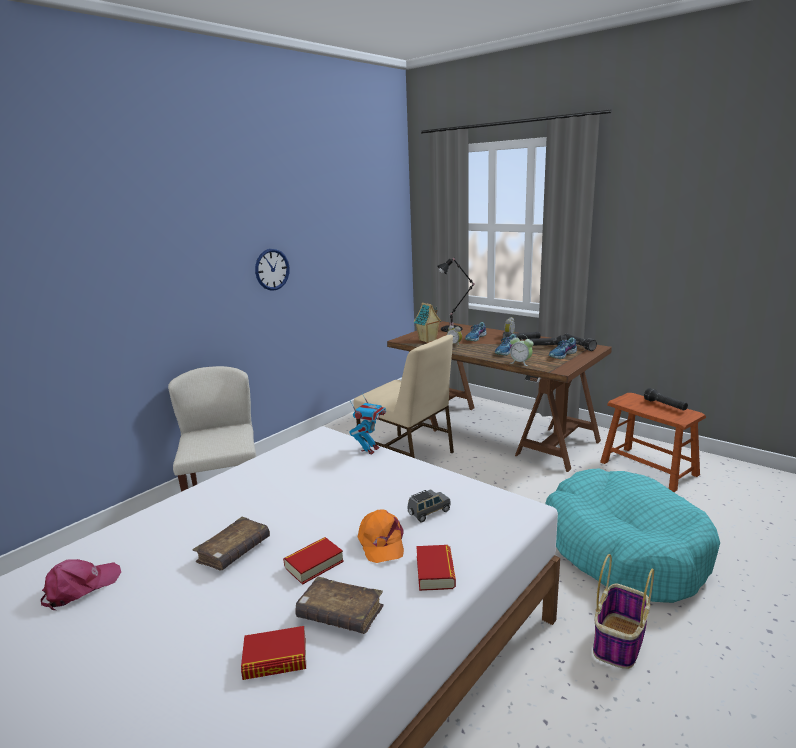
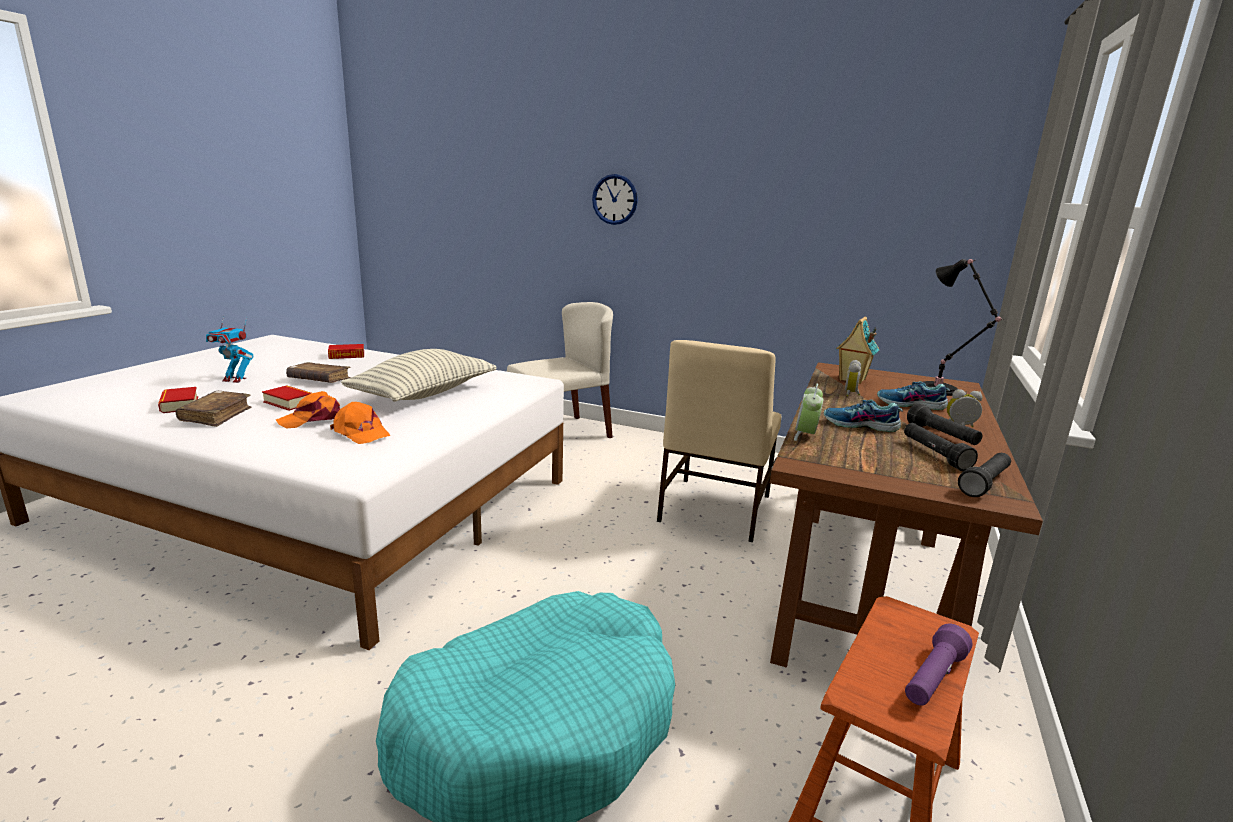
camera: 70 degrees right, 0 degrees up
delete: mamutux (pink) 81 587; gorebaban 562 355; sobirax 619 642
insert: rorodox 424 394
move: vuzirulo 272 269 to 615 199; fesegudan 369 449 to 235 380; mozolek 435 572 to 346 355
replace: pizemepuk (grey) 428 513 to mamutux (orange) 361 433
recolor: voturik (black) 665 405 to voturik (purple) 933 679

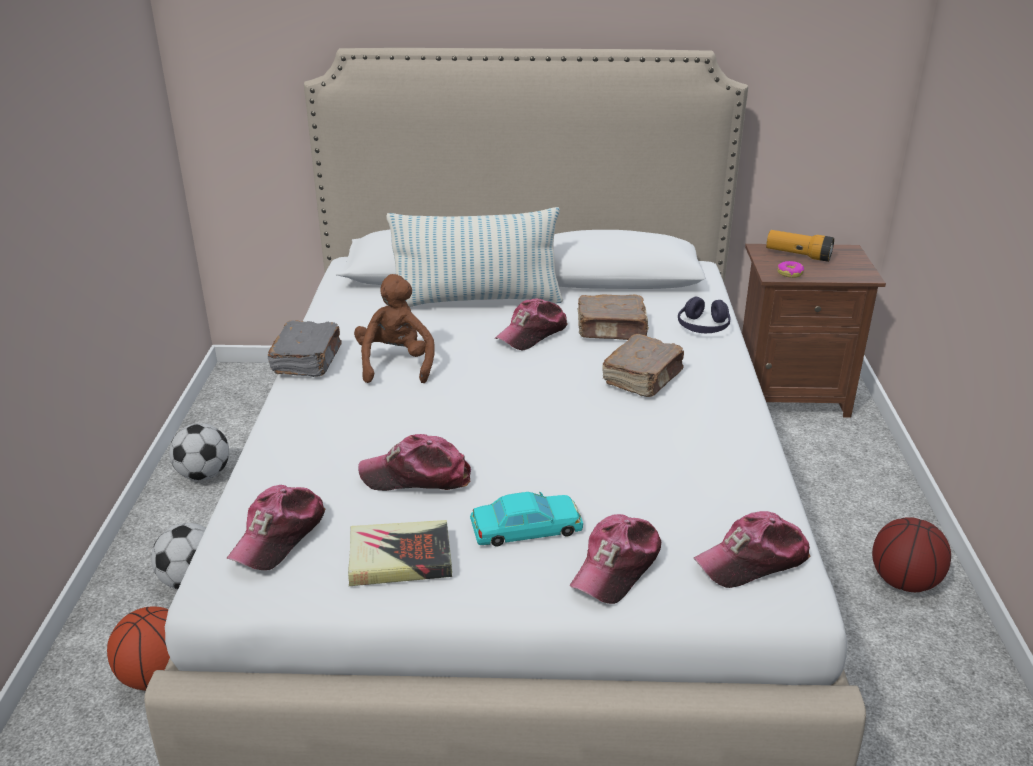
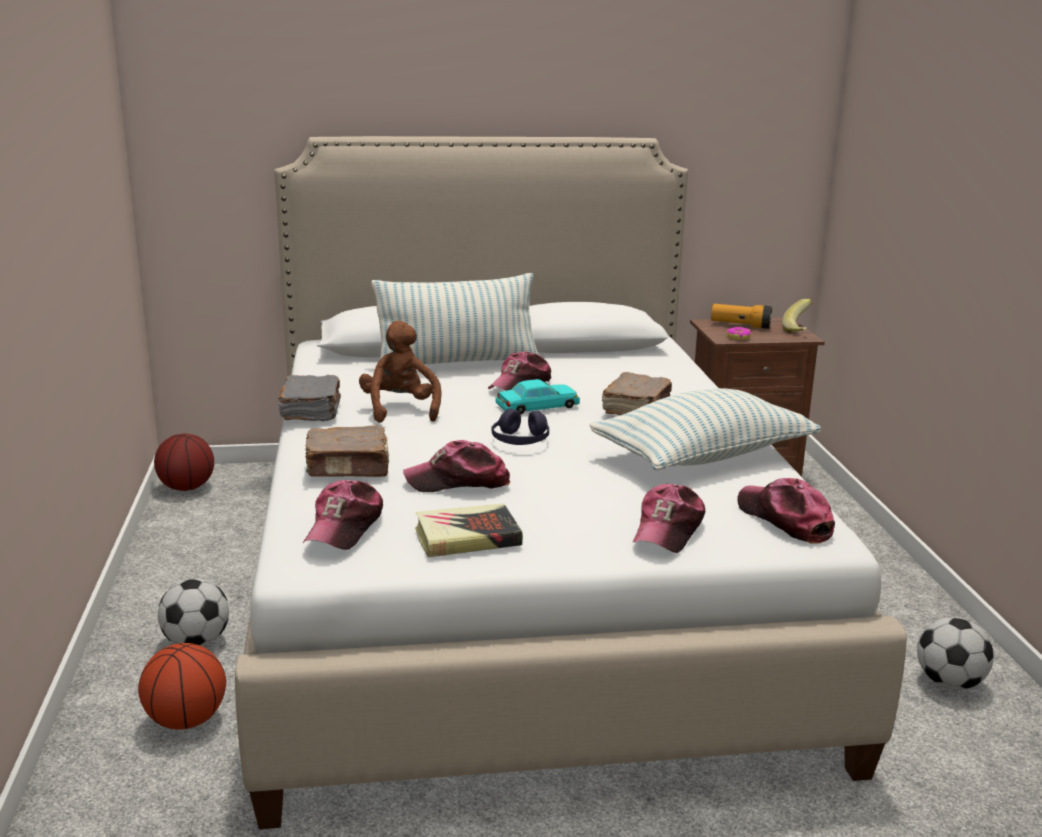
camera: 10 degrees left, 10 degrees down
insert: rorodox 703 456; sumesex 800 330
move: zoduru 204 474 to 949 683; pizemepuk (turquoise) 527 527 to 538 406; mozolek (brown) 612 330 to 349 468; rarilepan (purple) 703 327 to 520 441; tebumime 903 581 to 186 487
rotate: mamutux 752 560 = 784 520 90 degrees clockwise

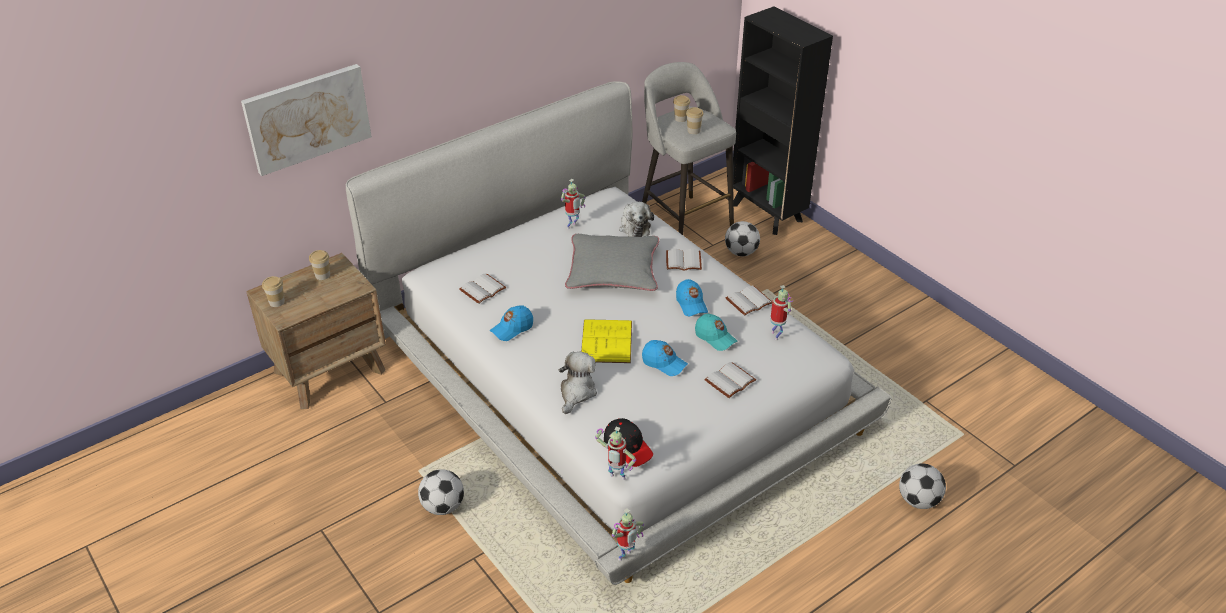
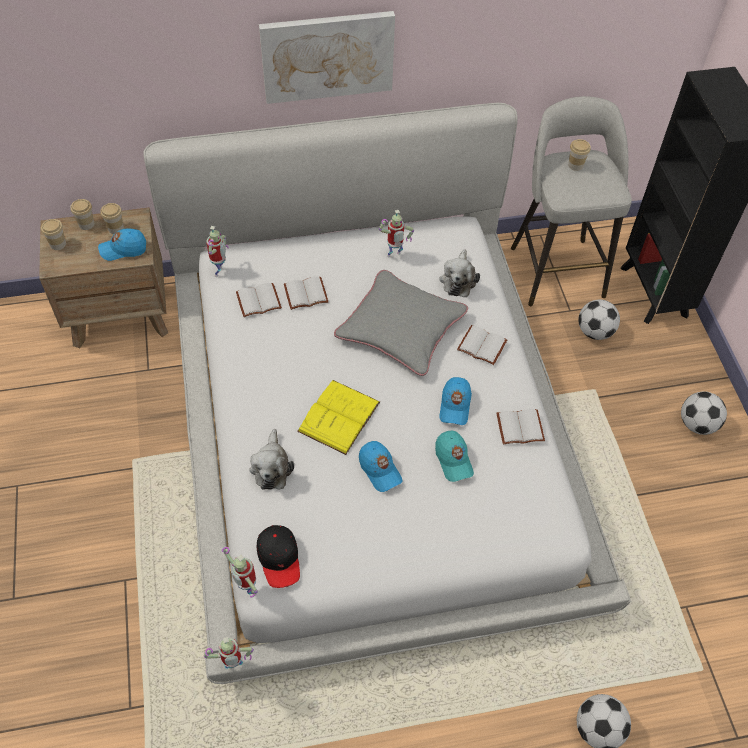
camera: 25 degrees right, 15 degrees up
move: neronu 307 118 to 327 56; zoduru 443 506 to 697 424; mamutux (blue) 512 328 to 123 249; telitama 693 130 to 86 224; mozolek (white) 730 382 to 305 295; fesegudan 776 335 to 220 272
rotate: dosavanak 576 392 = 271 467 135 degrees clockwise

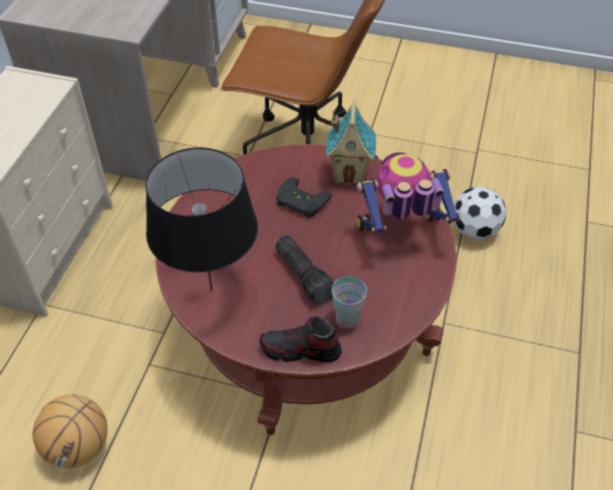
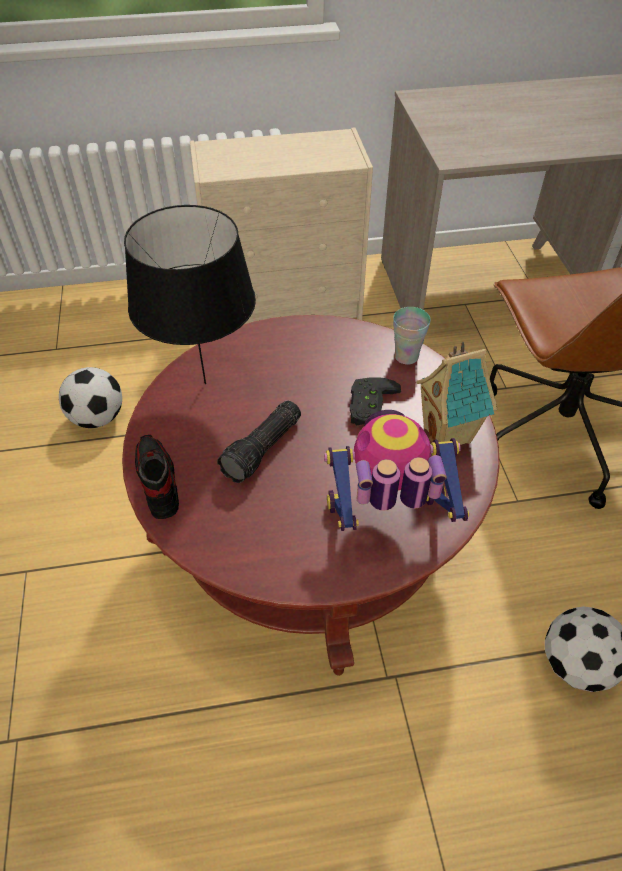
camera: 65 degrees right, 0 degrees up
move: telitama 347 318 to 406 356
replace: tebumime 79 447 to zoduru 98 418
rotate: fesegudan 400 231 = 387 517 60 degrees counterclockwise

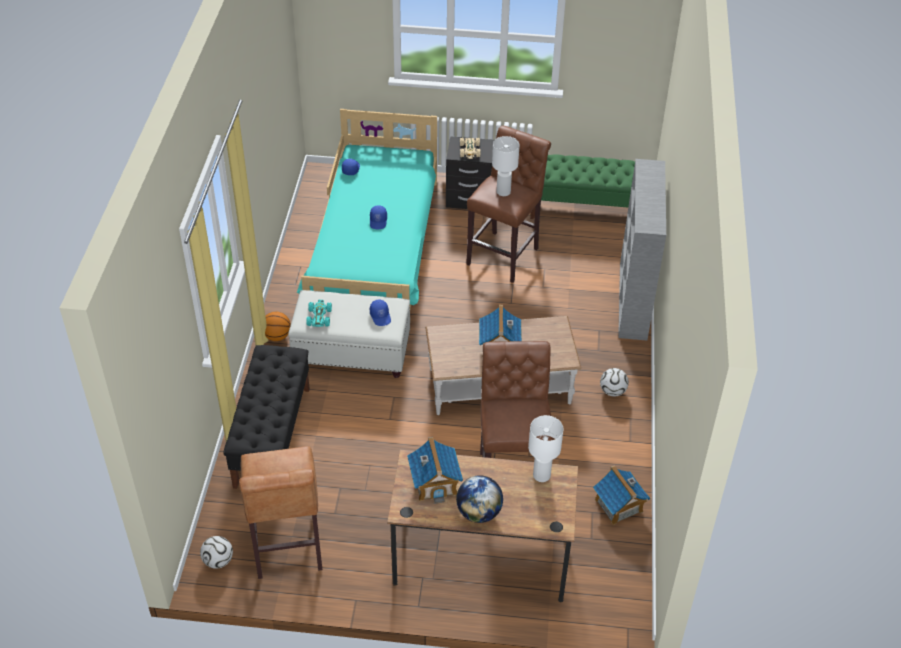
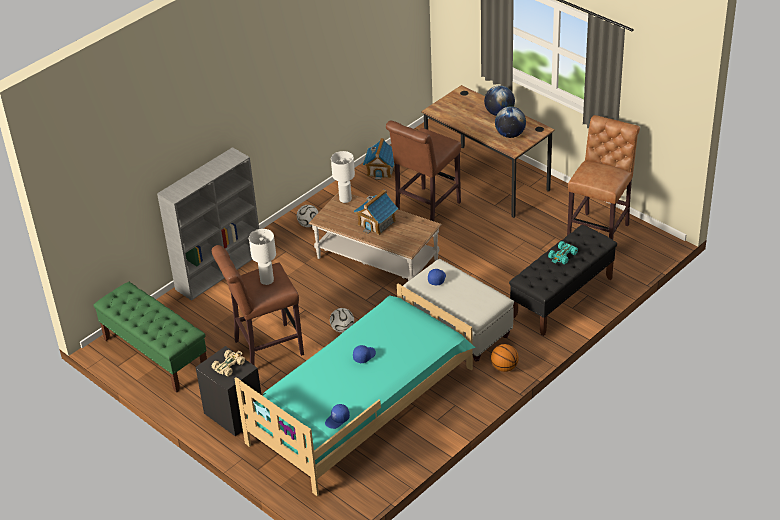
camera: 140 degrees left, 5 degrees down
move: zoduru 218 561 to 342 329; pizemepuk (turquoise) 319 317 to 562 256; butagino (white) 541 476 to 345 199
replace: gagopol 435 482 to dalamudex 510 135

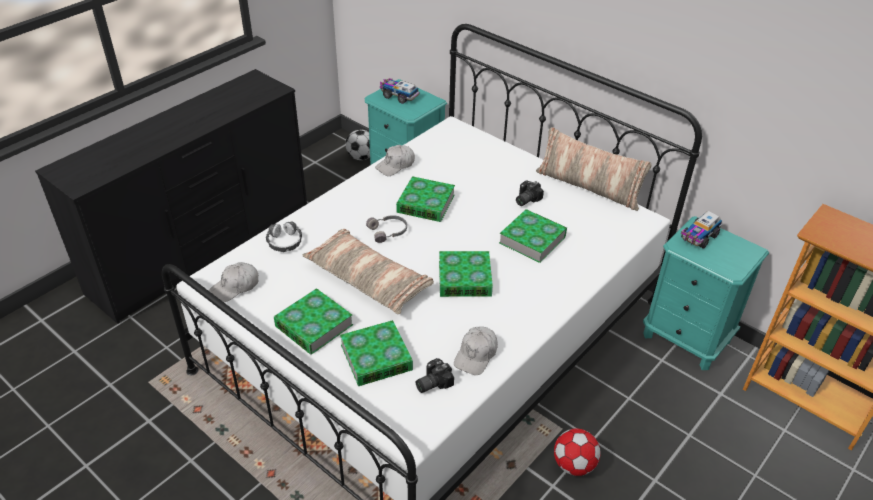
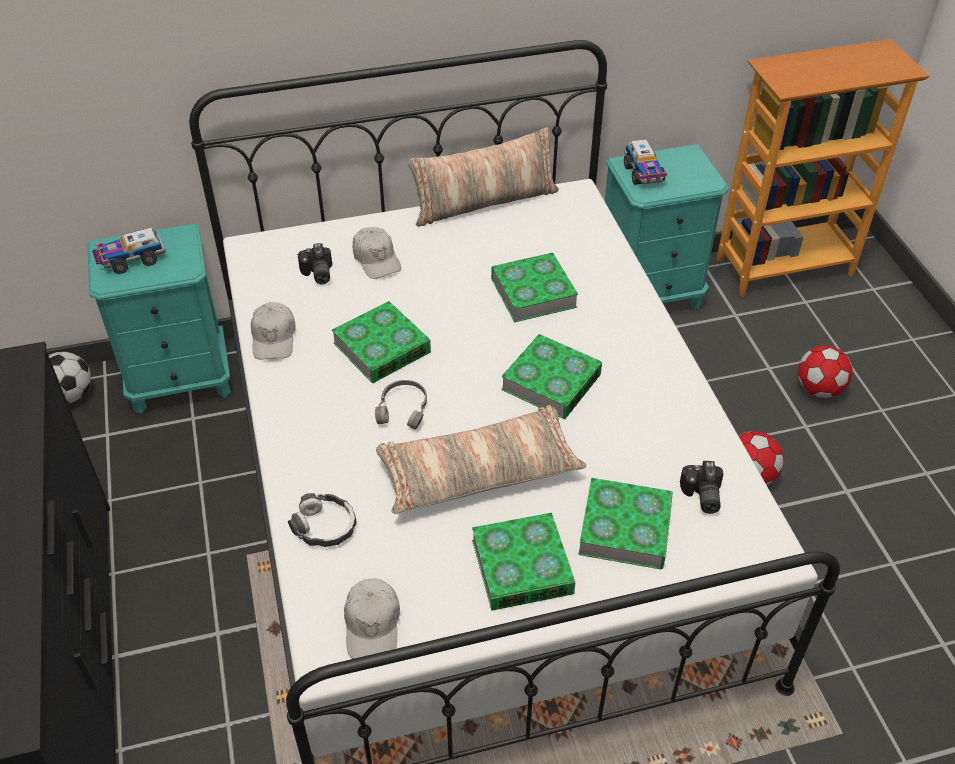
camera: 55 degrees left, 5 degrees up
insert: zoduru 818 389
move: mamutux (white) 476 355 to 376 259; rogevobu 525 199 to 317 274

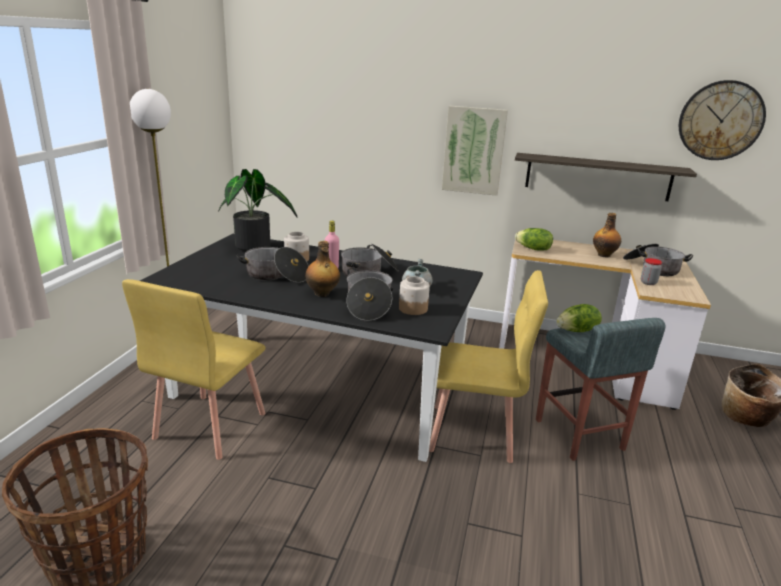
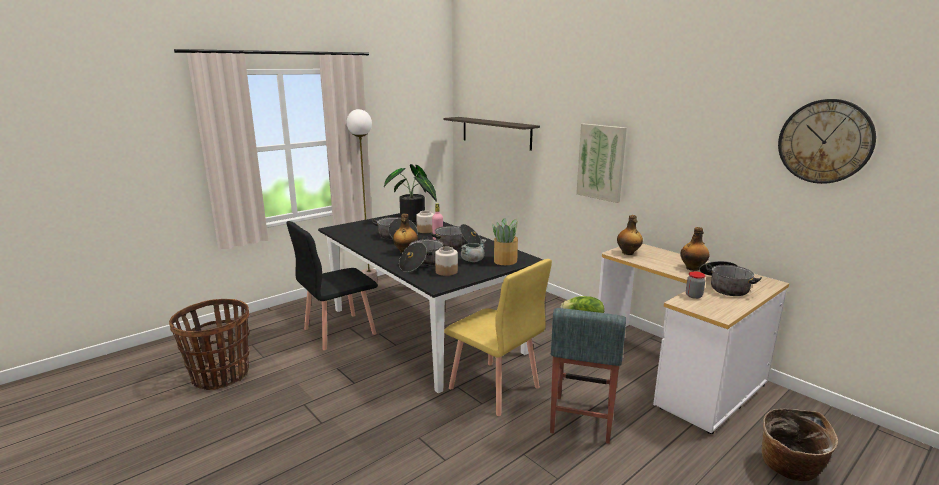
camera: 35 degrees right, 5 degrees down
insert: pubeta 506 260
move: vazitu 597 177 to 496 132
replace: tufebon 533 249 to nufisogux 628 253
recolor: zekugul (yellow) 209 426 to zekugul (black) 338 331

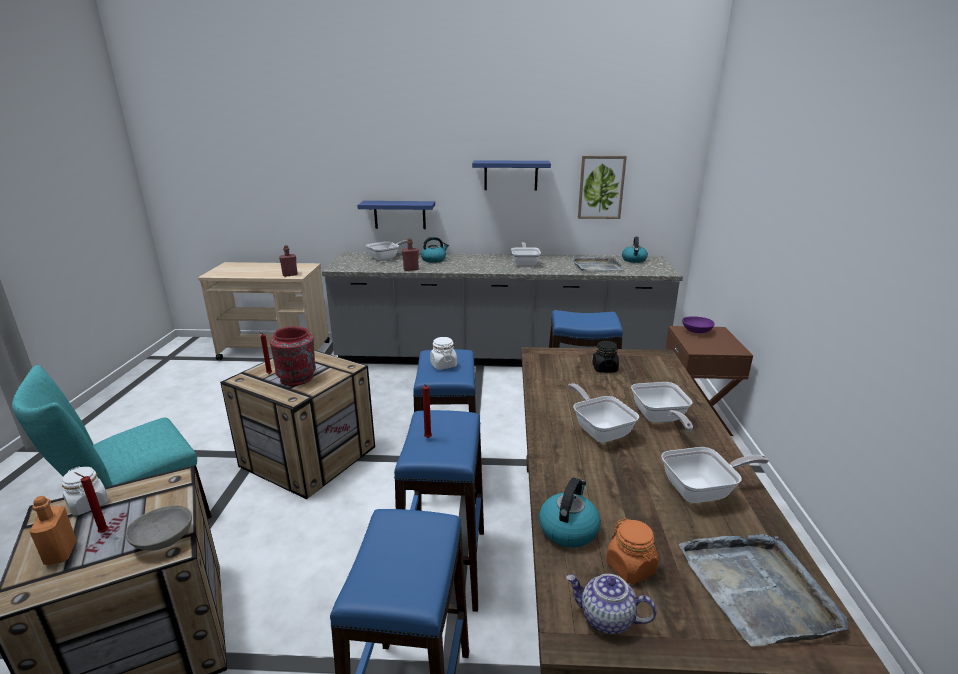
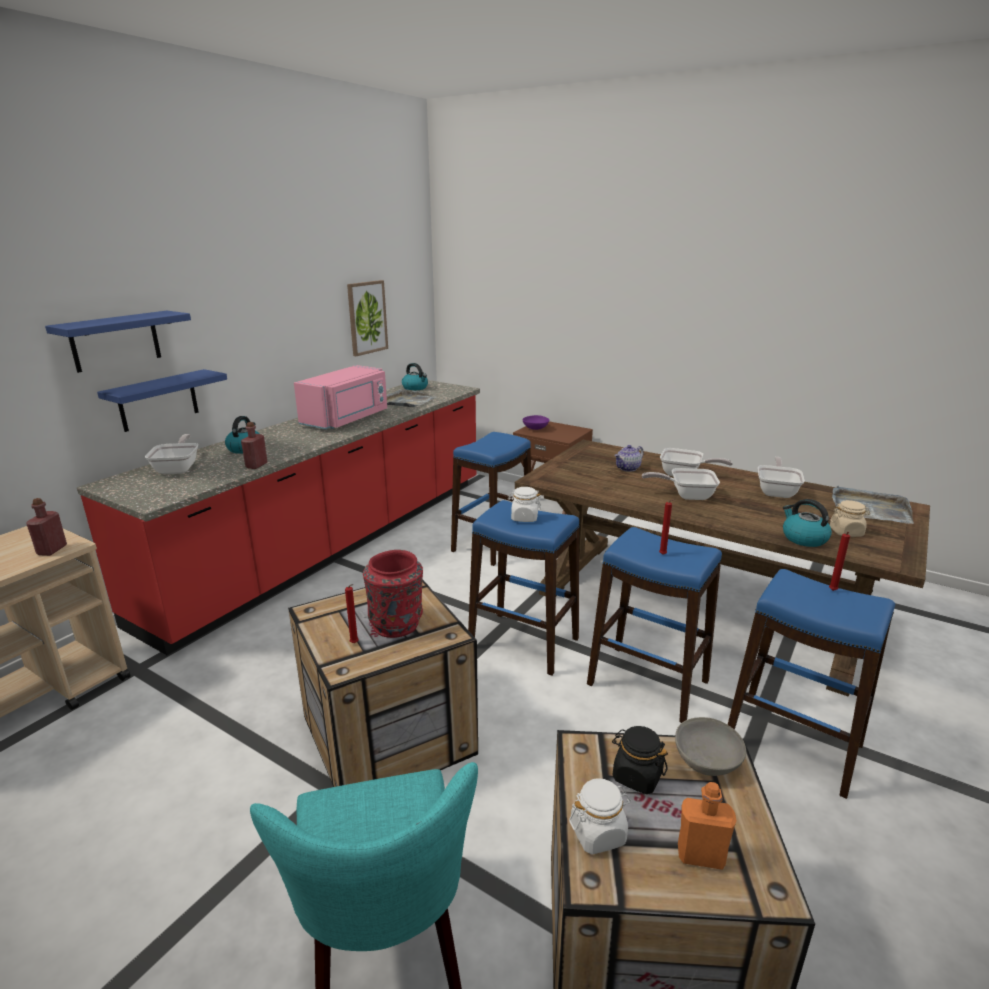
camera: 60 degrees left, 0 degrees up
move: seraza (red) 102 532 to 832 591; vazitu (blue) 510 175 to 115 341; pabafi 606 618 to 628 468; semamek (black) 604 368 to 636 776
replace: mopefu 525 264 to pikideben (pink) 347 419
recolor: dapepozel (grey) 498 357 to dapepozel (red) 335 543; semamek (orange) 631 567 to semamek (beige) 846 532

